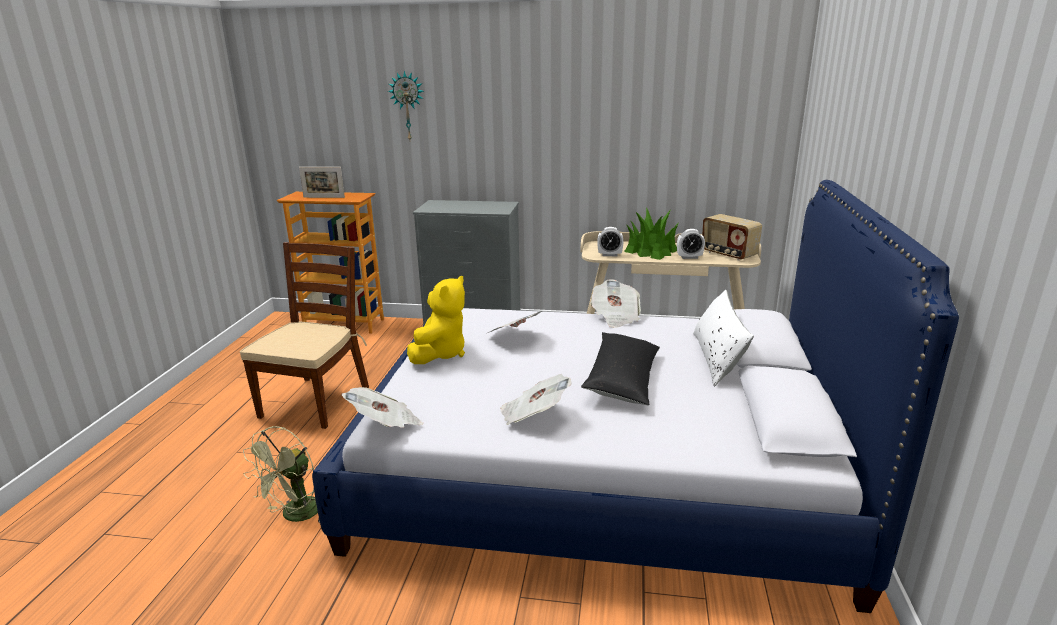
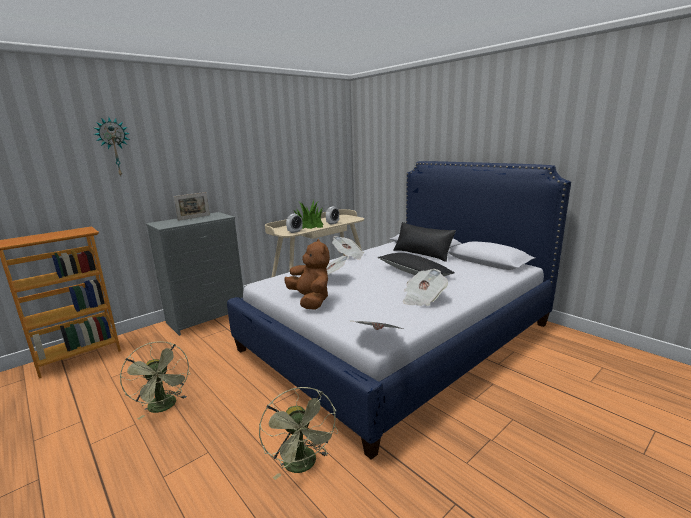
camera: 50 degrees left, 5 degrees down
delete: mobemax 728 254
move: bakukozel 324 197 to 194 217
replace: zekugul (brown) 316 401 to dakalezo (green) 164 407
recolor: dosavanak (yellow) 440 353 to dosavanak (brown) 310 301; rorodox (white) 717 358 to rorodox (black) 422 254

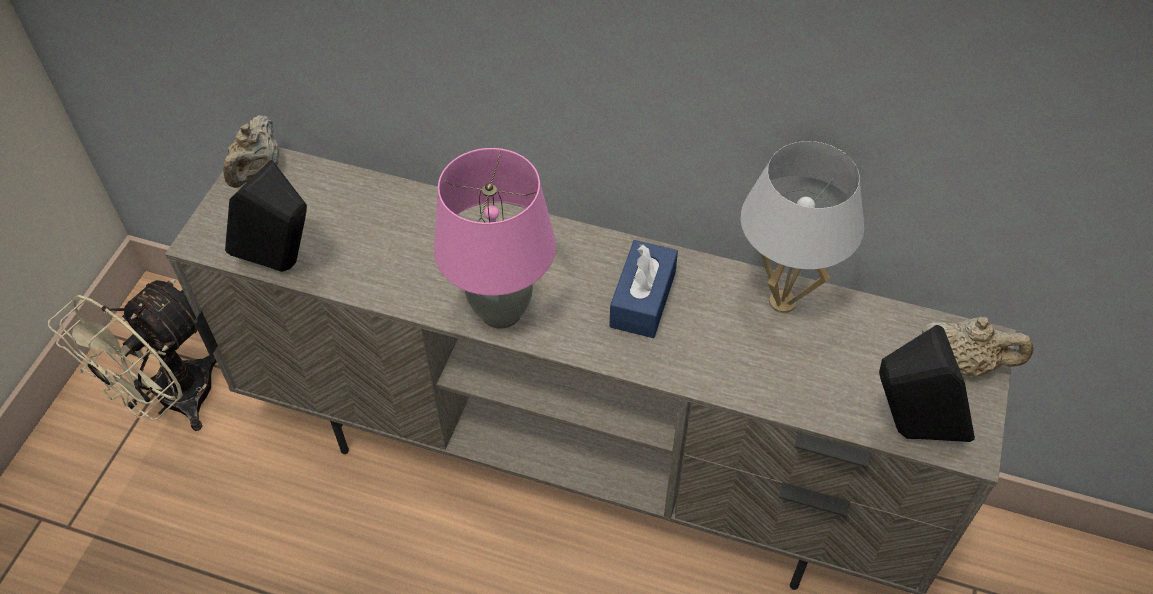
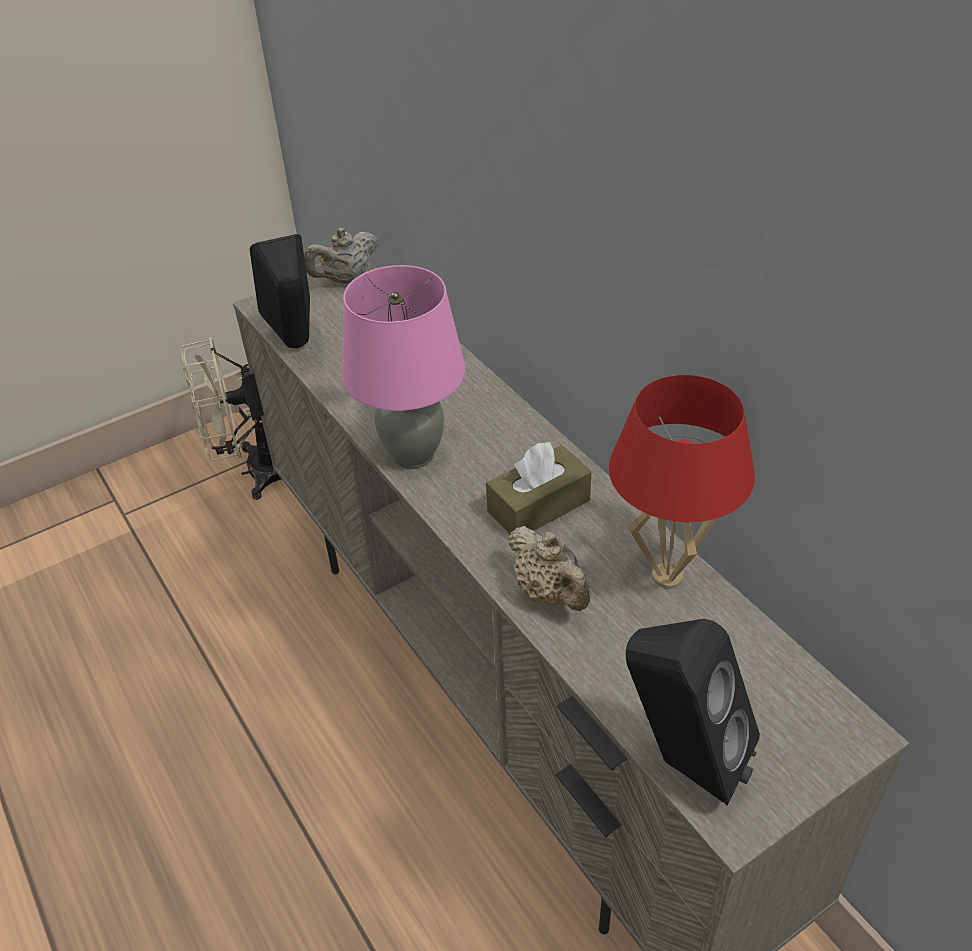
camera: 40 degrees right, 10 degrees down
move: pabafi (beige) 965 363 to 550 593
recolor: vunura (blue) 643 299 to vunura (brown) 538 506; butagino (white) 782 302 to butagino (red) 666 576

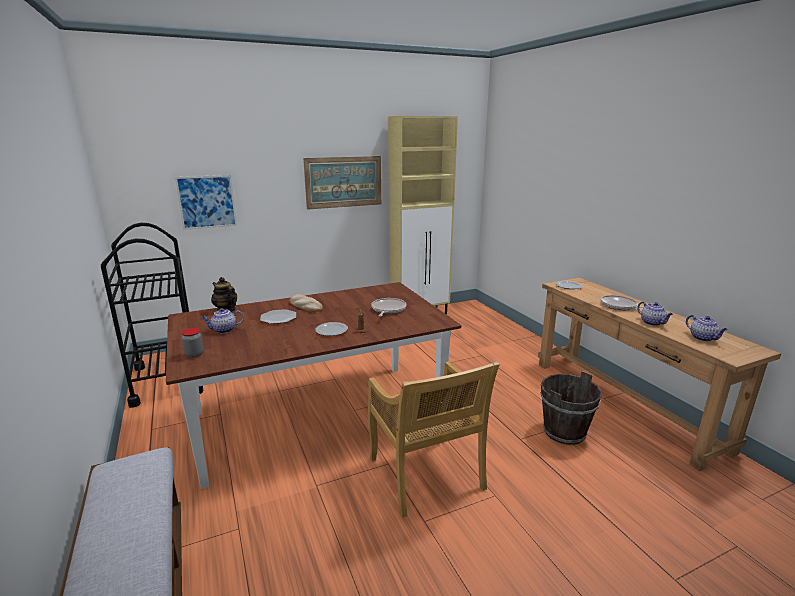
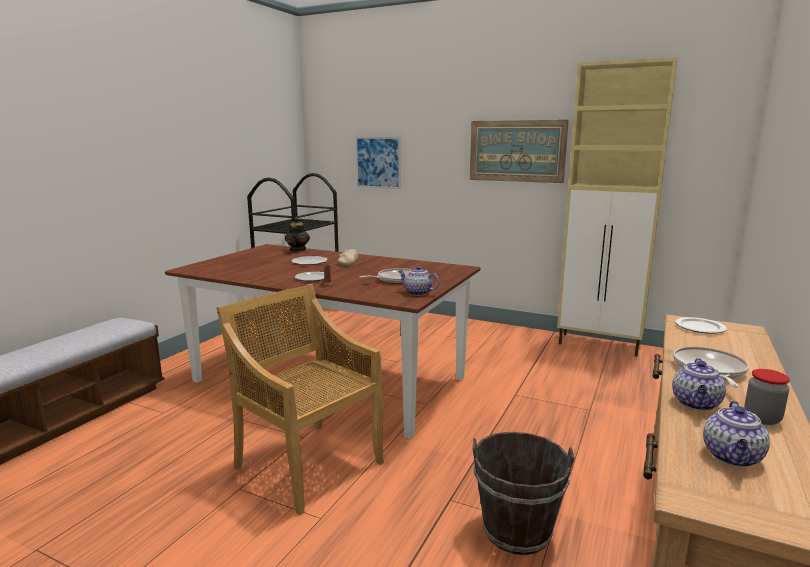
camera: 50 degrees right, 5 degrees down
move: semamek 194 354 to 762 418; pabafi 224 330 to 417 293
rotate: zekugul (beige) 426 475 = 308 464 105 degrees clockwise

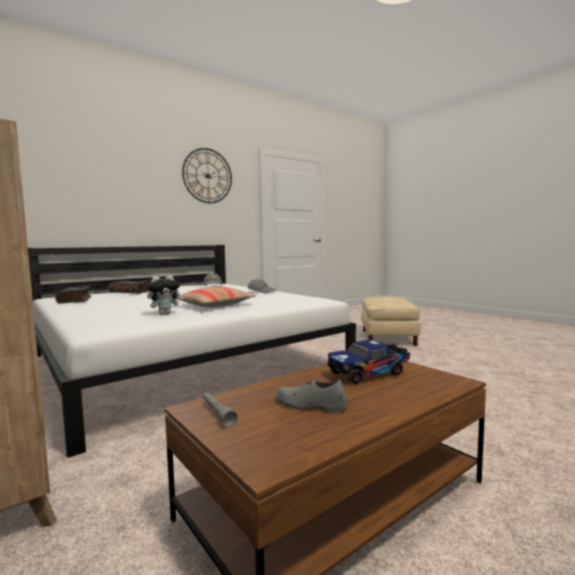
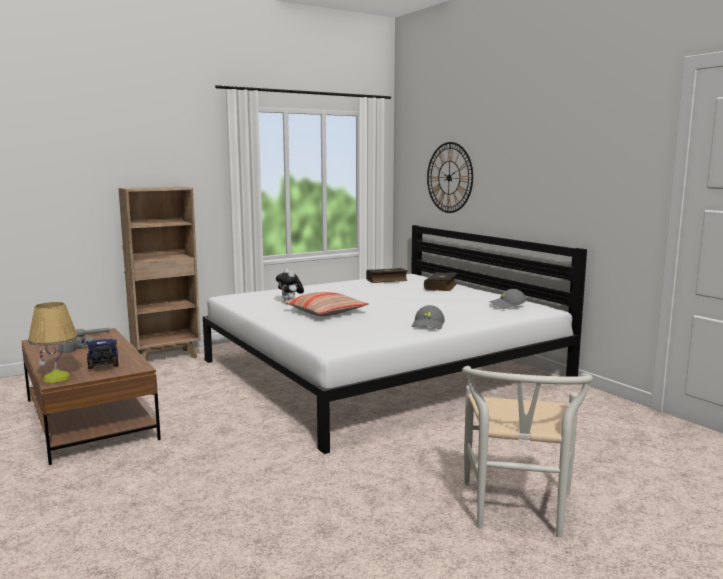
camera: 95 degrees right, 5 degrees up
insert: butagino 57 378
move: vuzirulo 207 176 to 449 177
replace: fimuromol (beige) 388 337 to zekugul (white) 517 513

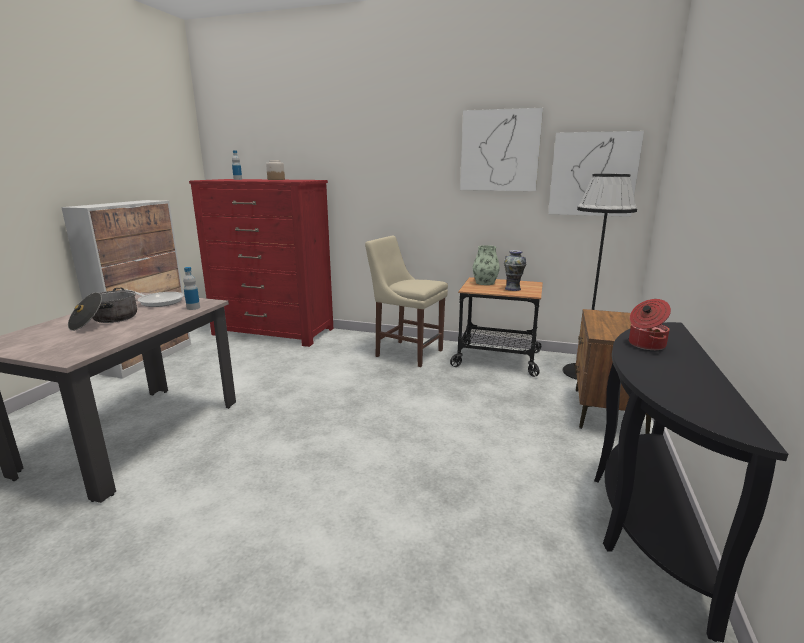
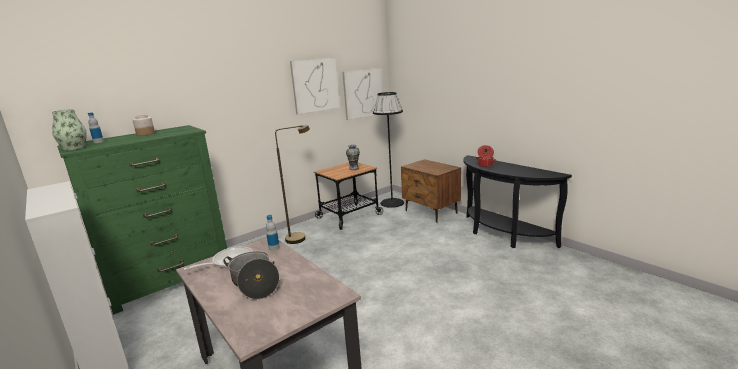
camera: 55 degrees left, 0 degrees up
move: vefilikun 485 283 to 74 148
replace: zekugul (beige) 406 352 to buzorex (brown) 300 237
recolor: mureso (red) 273 332 to mureso (green) 170 279

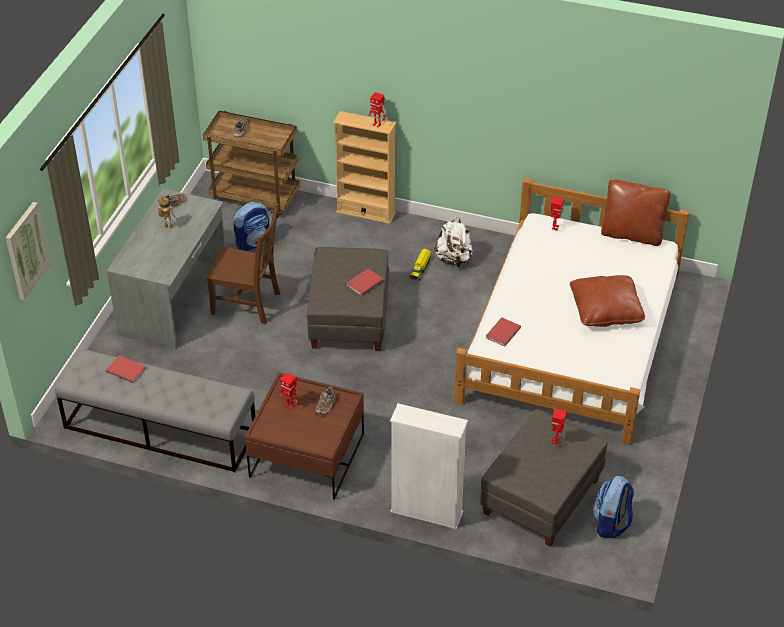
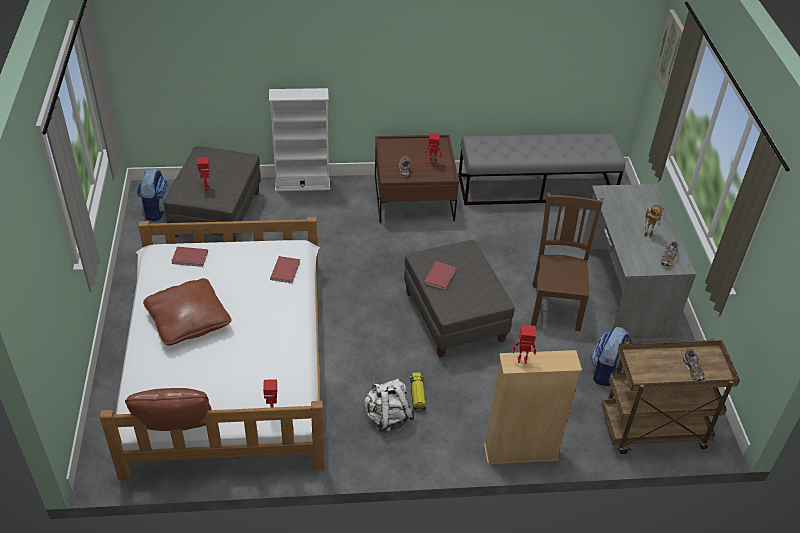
camera: 155 degrees right, 0 degrees up
move: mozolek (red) 126 369 to 190 258
rotate: zekugul (brown) 248 304 = 556 305 105 degrees clockwise

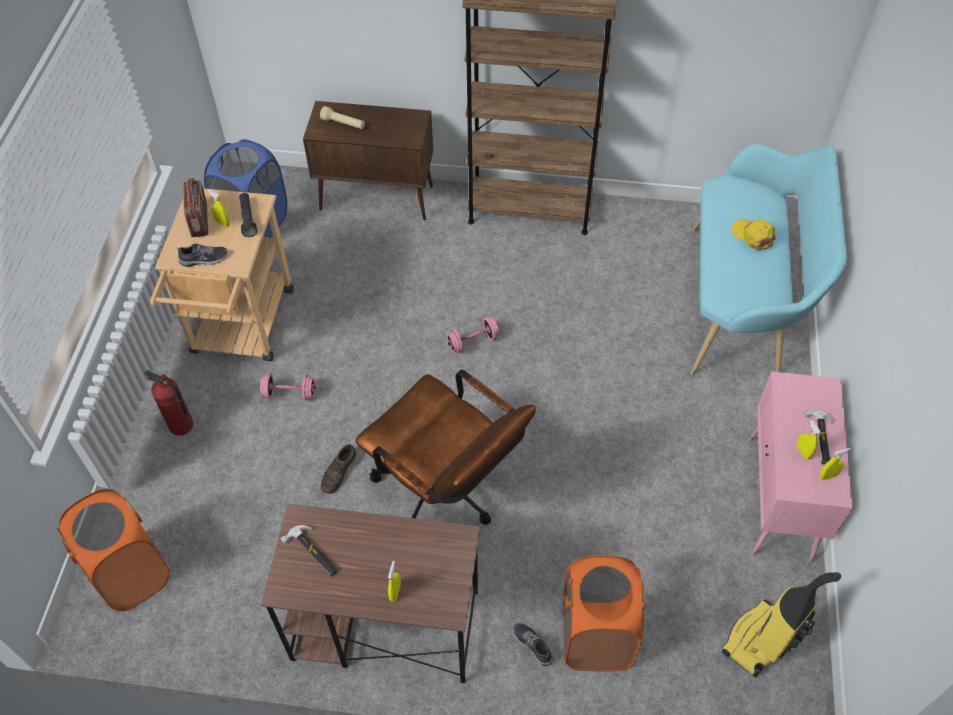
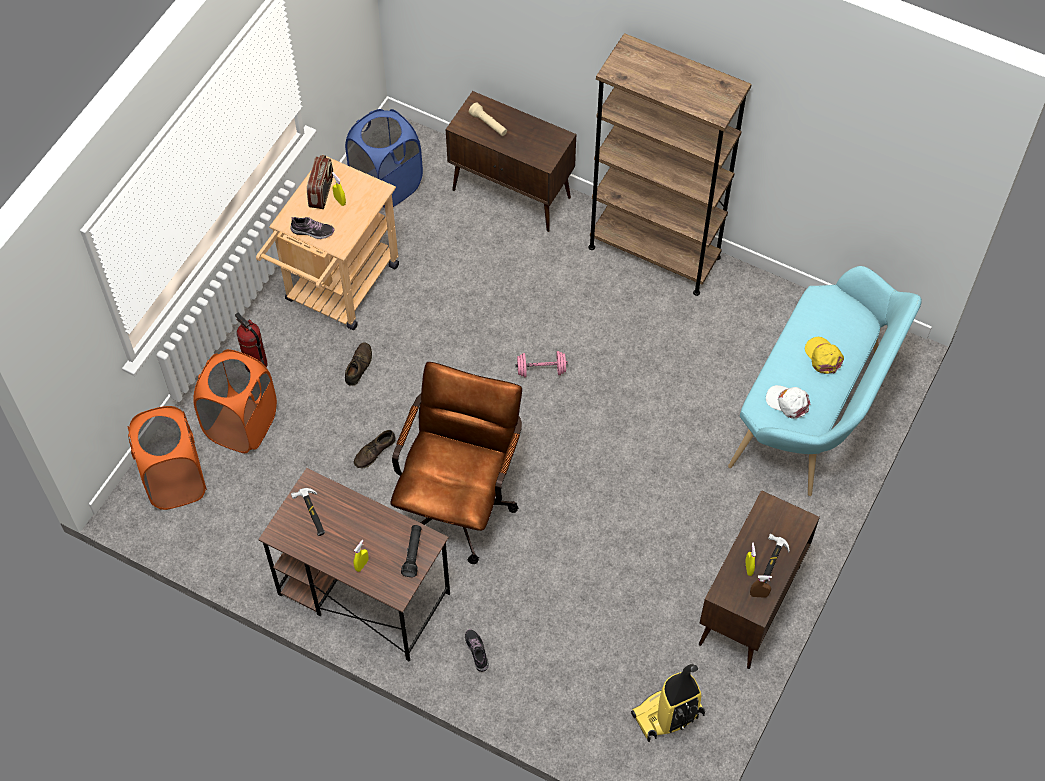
camera: 20 degrees right, 5 degrees up
insert: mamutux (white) 788 402
move: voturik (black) 248 219 to 413 553; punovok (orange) 595 636 to 242 425
replace: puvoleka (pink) 289 394 to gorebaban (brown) 358 366
recolor: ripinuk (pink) 779 499 to ripinuk (brown) 749 606; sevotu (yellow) 828 476 to sevotu (brown) 759 595
rotate: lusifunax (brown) 446 492 = 459 501 135 degrees counterclockwise

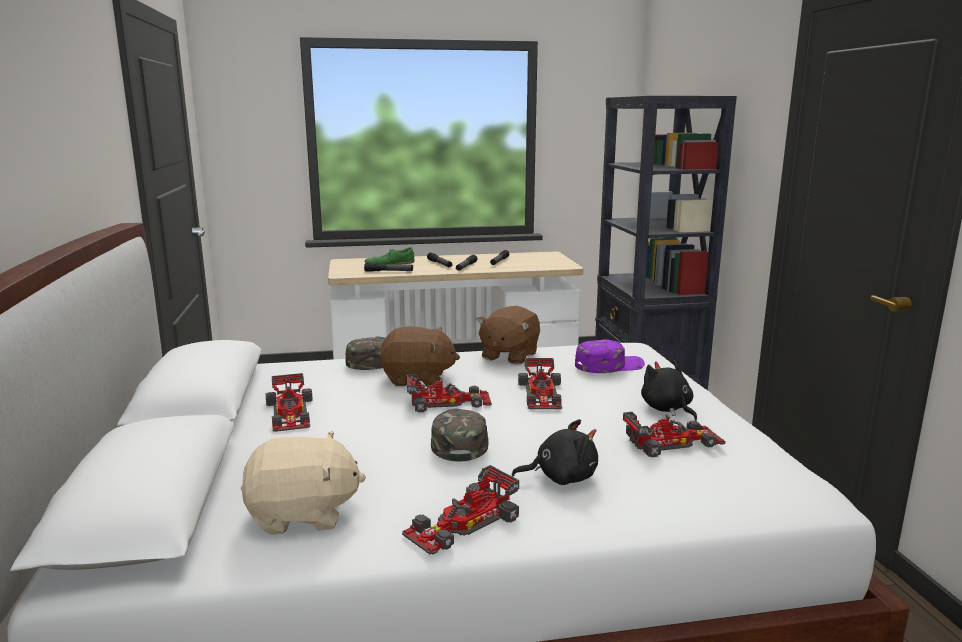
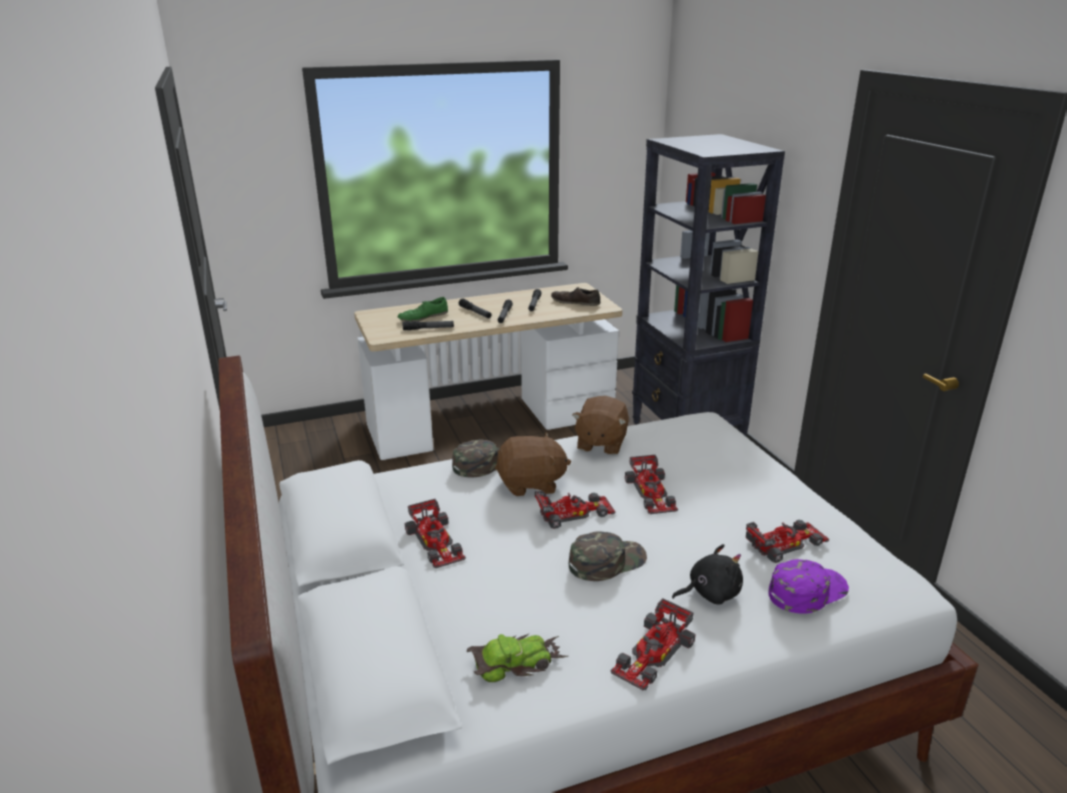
camera: 10 degrees left, 10 degrees up
delete: dosavanak (black) 667 409
insert: gorebaban (brown) 575 302
move: mamutux (purple) 608 365 to 806 591
replace: dosavanak (beige) 303 515 to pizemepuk 516 662
rotate: mamutux (green) 458 441 = 606 561 75 degrees clockwise

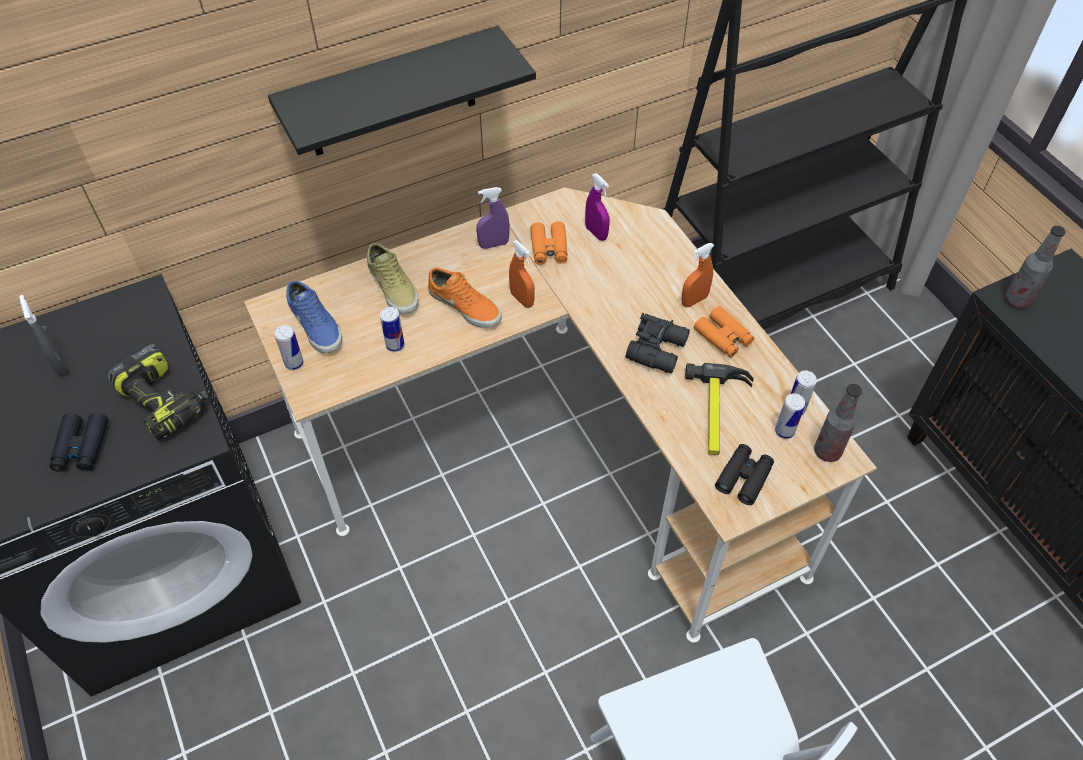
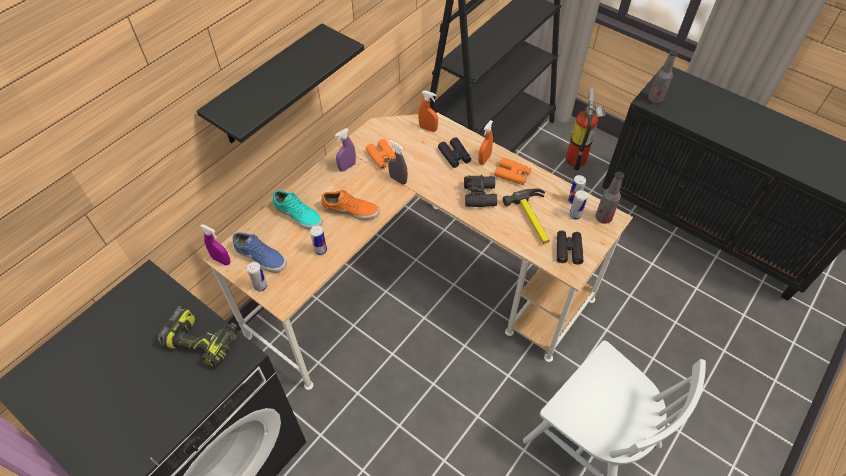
camera: 25 degrees left, 0 degrees up
insert: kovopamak 578 157
move: sevotu (grey) 61 364 to 398 179; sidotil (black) 81 447 to 454 156; sevotu (orange) 522 299 to 428 128; sevotu (purple) 596 233 to 221 260
recolor: gorebaban (beige) 394 287 to gorebaban (turquoise) 299 214

